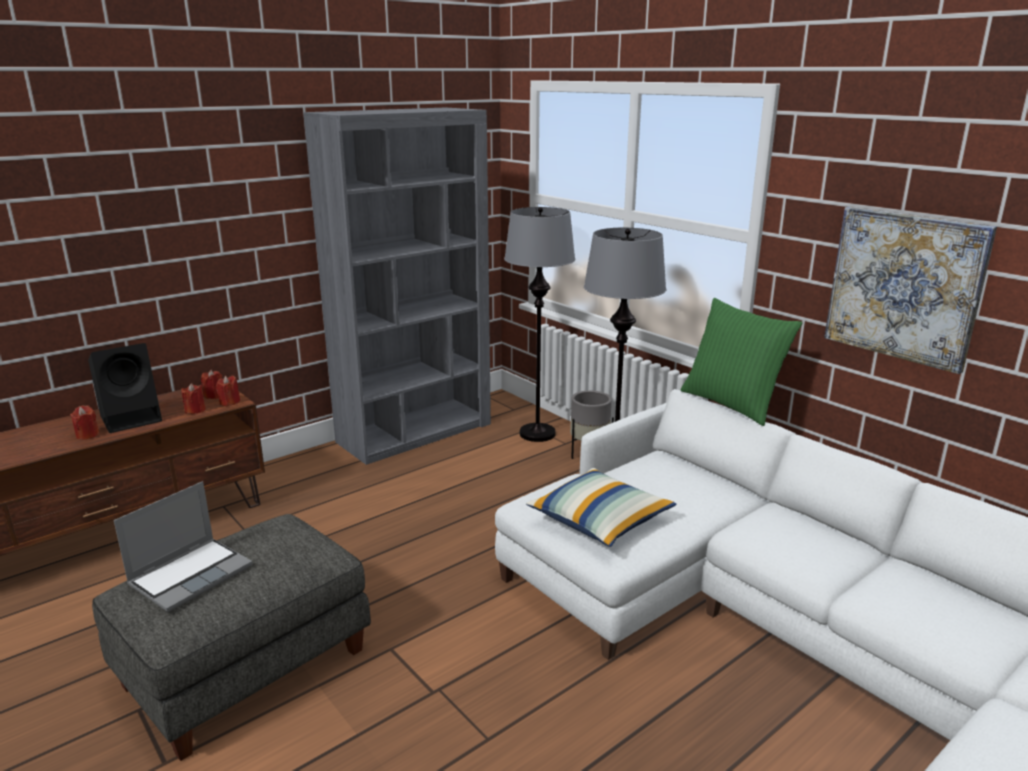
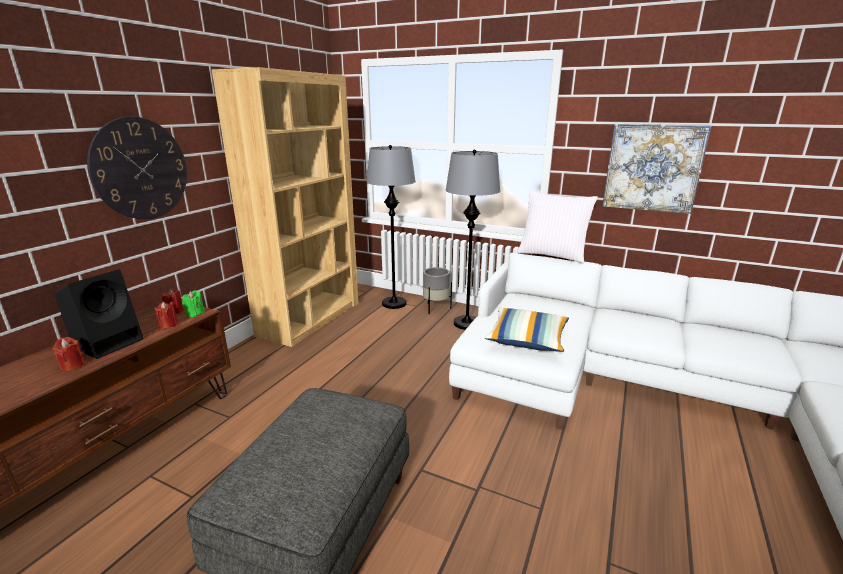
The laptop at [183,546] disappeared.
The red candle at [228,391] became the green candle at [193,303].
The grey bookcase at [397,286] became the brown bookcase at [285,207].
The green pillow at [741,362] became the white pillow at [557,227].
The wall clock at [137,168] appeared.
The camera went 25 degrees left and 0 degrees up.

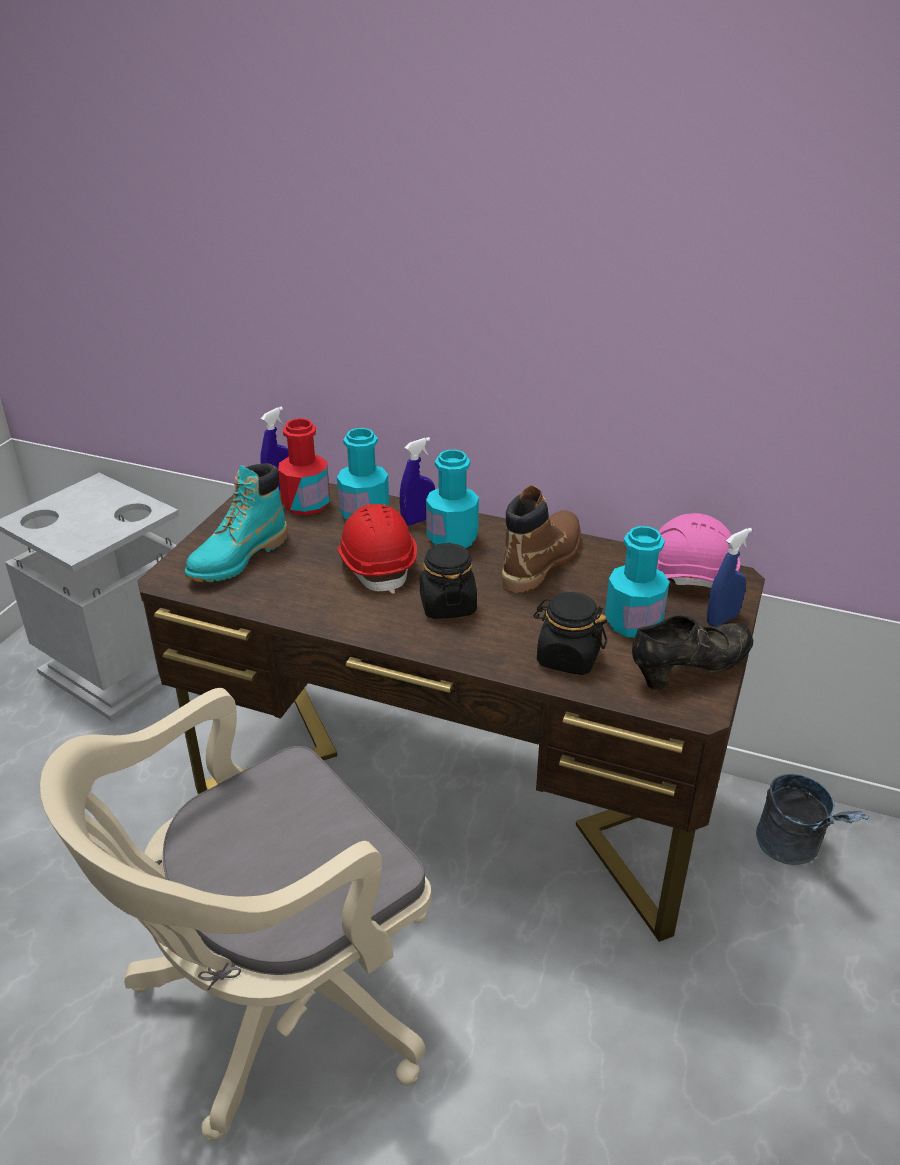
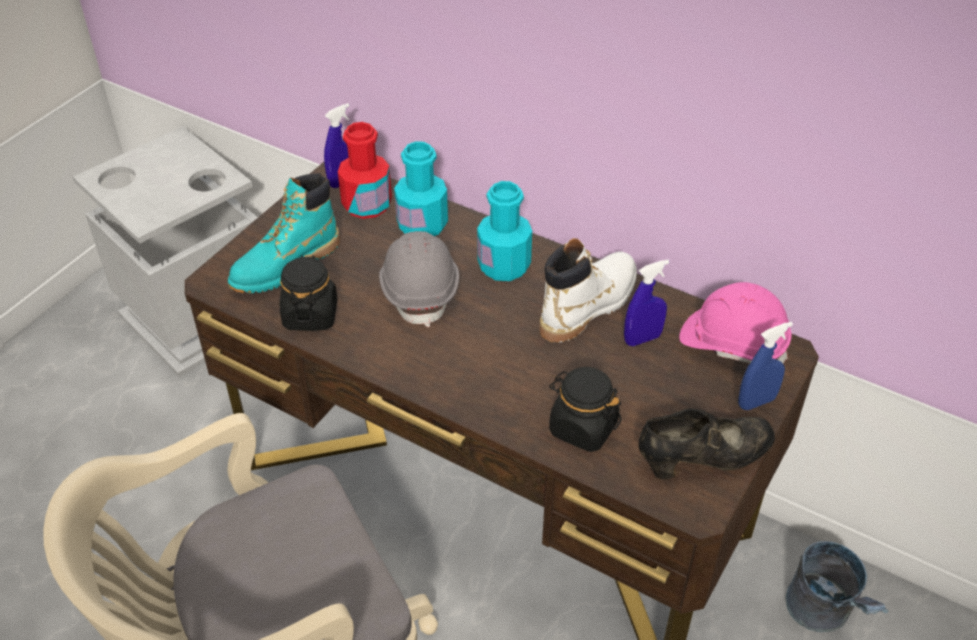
The red hard hat at [377,549] became the grey hard hat at [419,279].
The blue spray bottle moved from [417,481] to [647,302].
The black jar moved from [448,581] to [308,293].
The brown boot at [541,539] became the white boot at [588,290].
The turquoise bottle at [637,582] disappeared.
The camera went 10 degrees right and 10 degrees up.

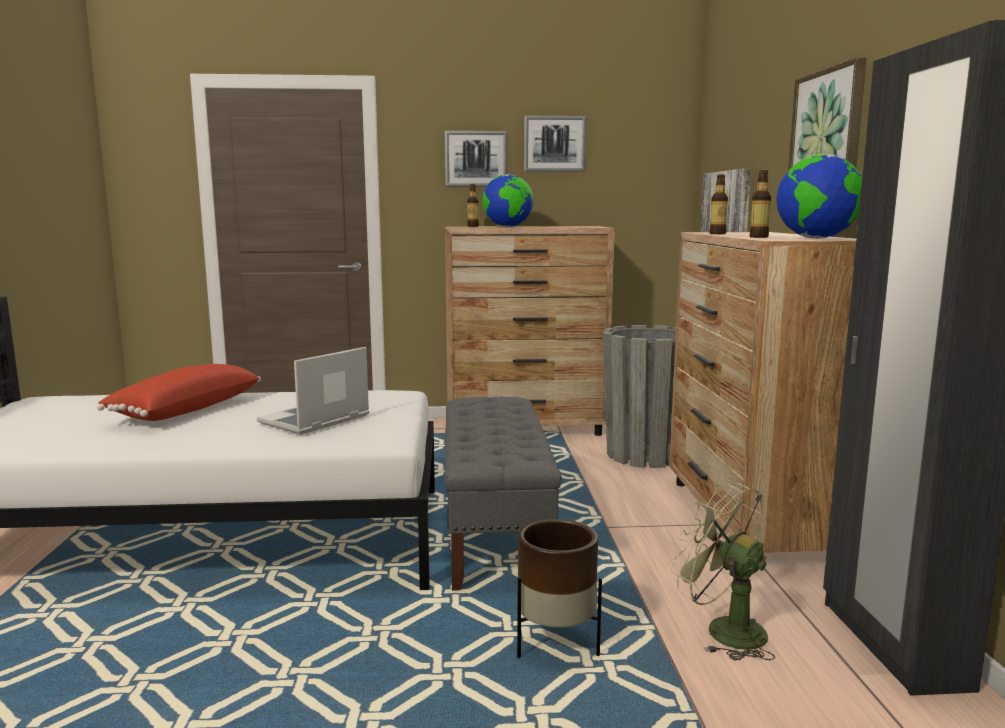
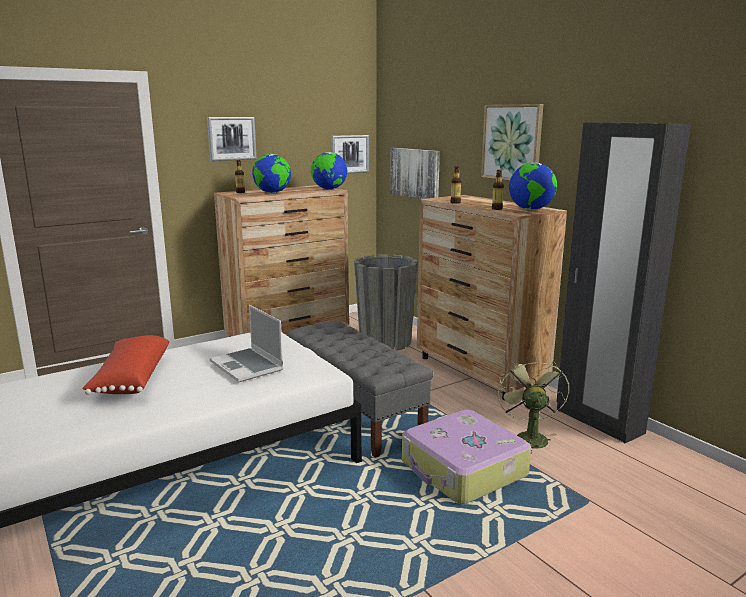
The laptop at [313,391] turned 45 degrees counterclockwise.
The brown planter at [559,588] was replaced by the suitcase at [466,457].
The picture moved from [555,144] to [350,154].
The green fan at [723,571] turned 75 degrees clockwise.
The globe at [329,171] appeared.
The camera went 30 degrees left and 5 degrees up.

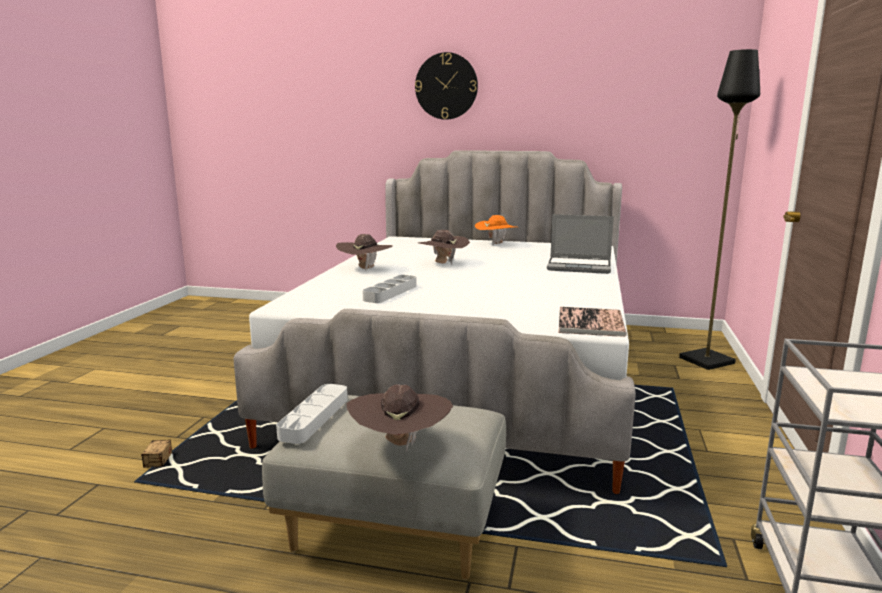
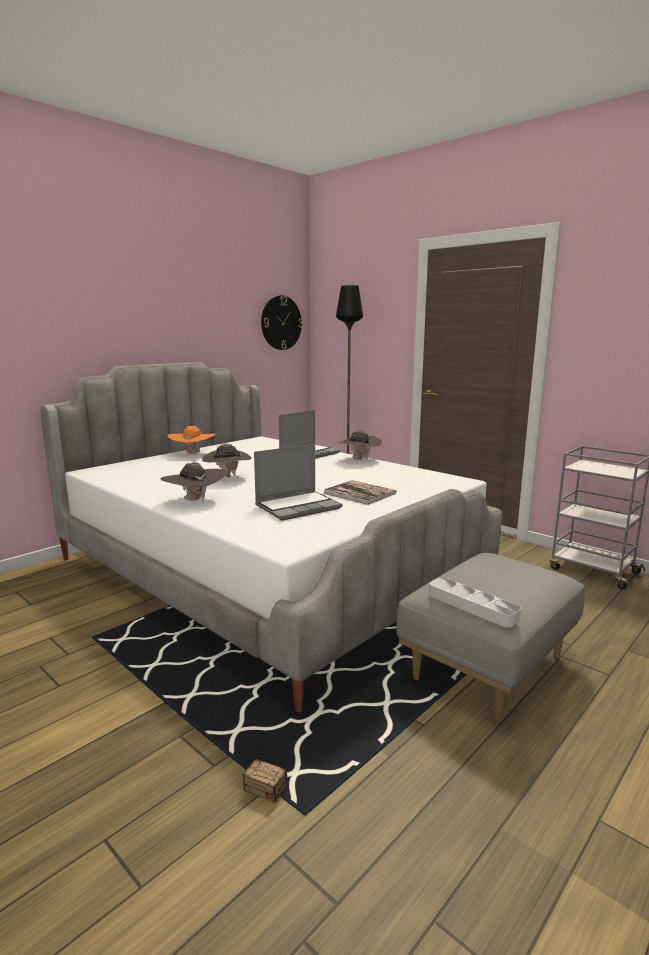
The brown hat moved from [399,418] to [359,445].
The grey tray at [389,289] was replaced by the laptop at [298,482].
The wall clock moved from [446,86] to [282,322].
The book moved from [592,322] to [360,492].
The camera went 60 degrees left and 0 degrees up.

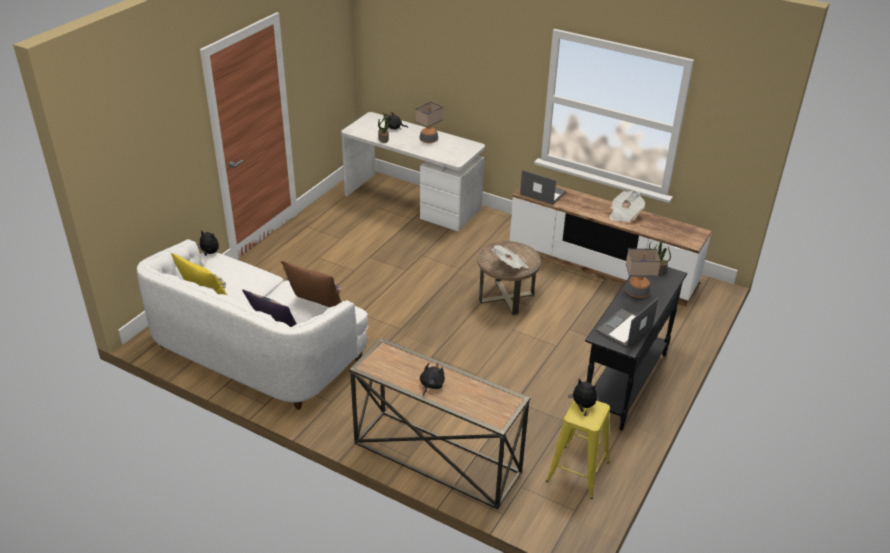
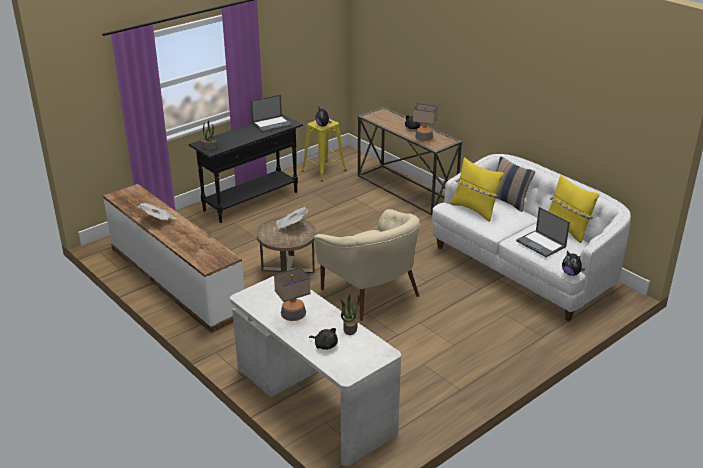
The brown pillow at [311,284] became the yellow pillow at [477,189].
The laptop moved from [543,187] to [543,232].
The table lamp moved from [643,273] to [425,122].
The beige armchair at [367,265] appeared.
The camera went 160 degrees left and 5 degrees down.

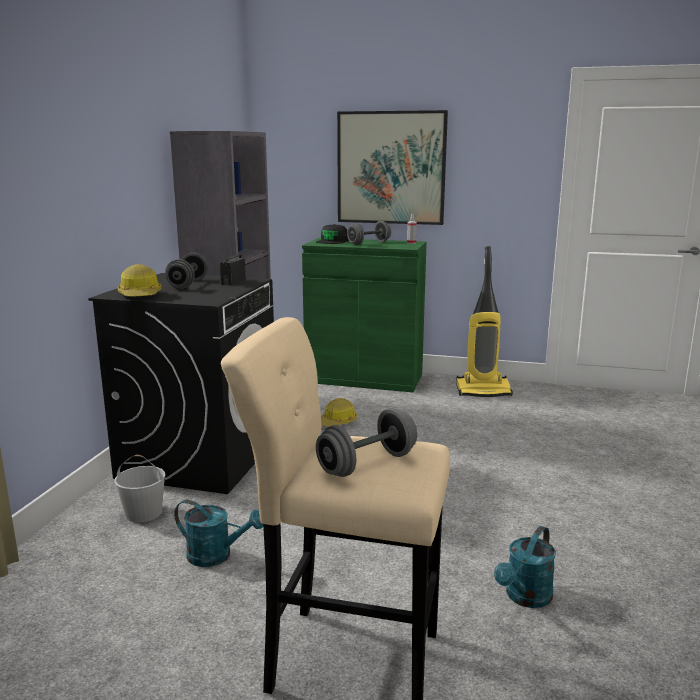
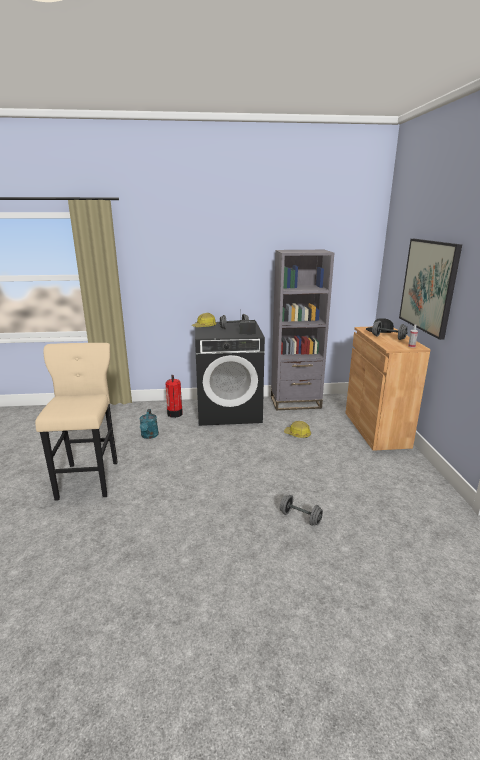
The white bucket at [139,489] was replaced by the fire extinguisher at [174,396].
The green cabinet at [364,315] became the brown cabinet at [388,389].
The grey dumbbell moved from [366,442] to [301,510].
The vacuum cleaner at [484,321] disappeared.
The turquoise watering can at [525,567] disappeared.
The camera went 70 degrees right and 5 degrees up.

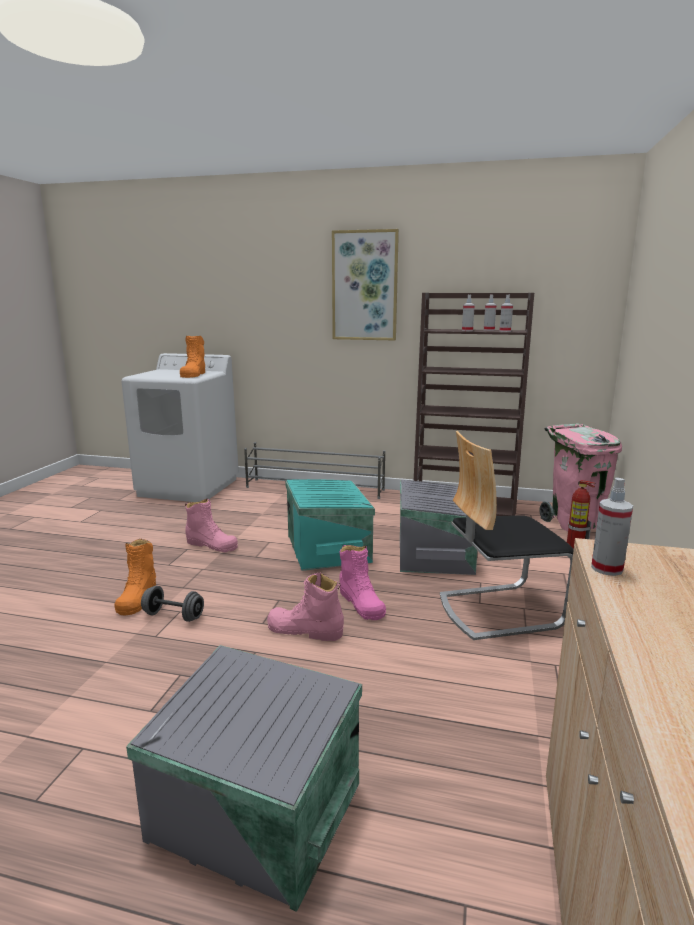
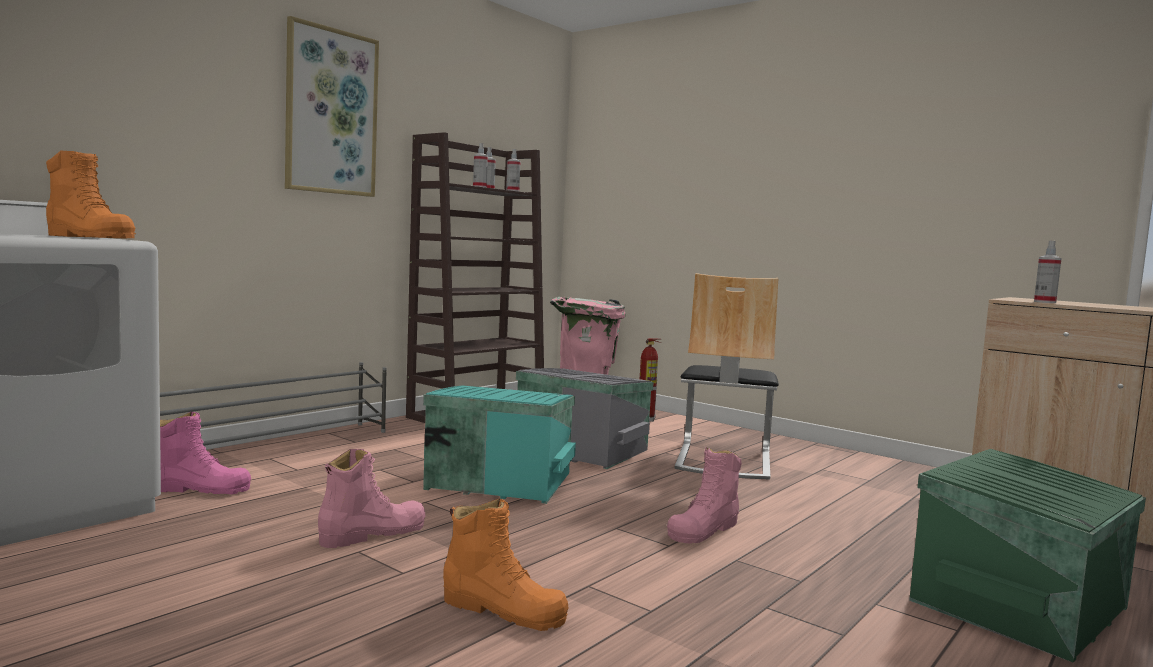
The grey storage box at [244,778] became the green storage box at [1027,556].
The grey dumbbell at [172,604] disappeared.
The pink boot moved from [362,582] to [205,452].
The camera went 65 degrees left and 10 degrees down.

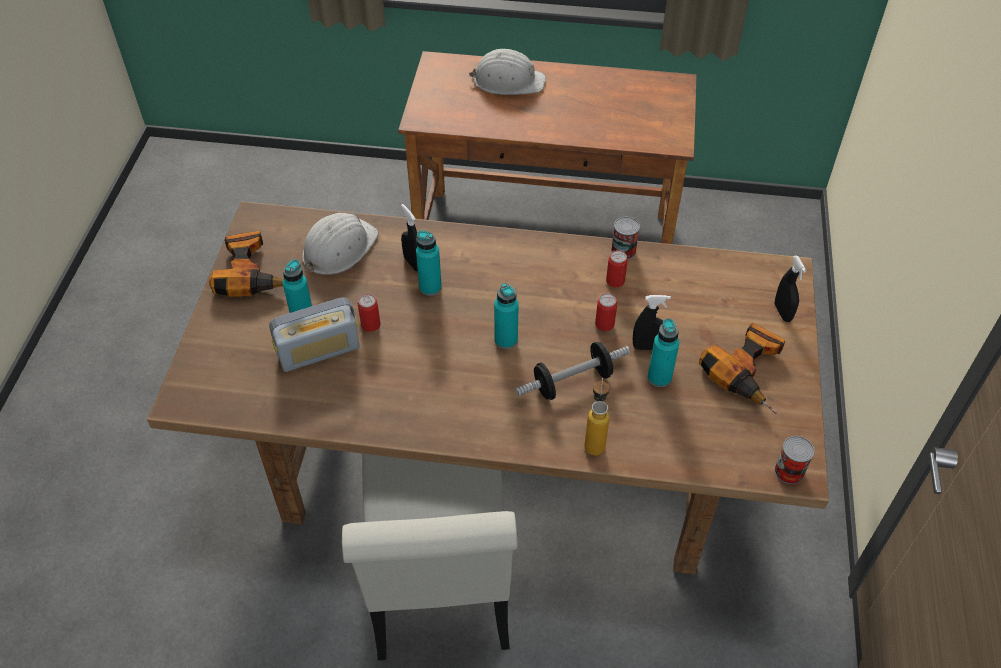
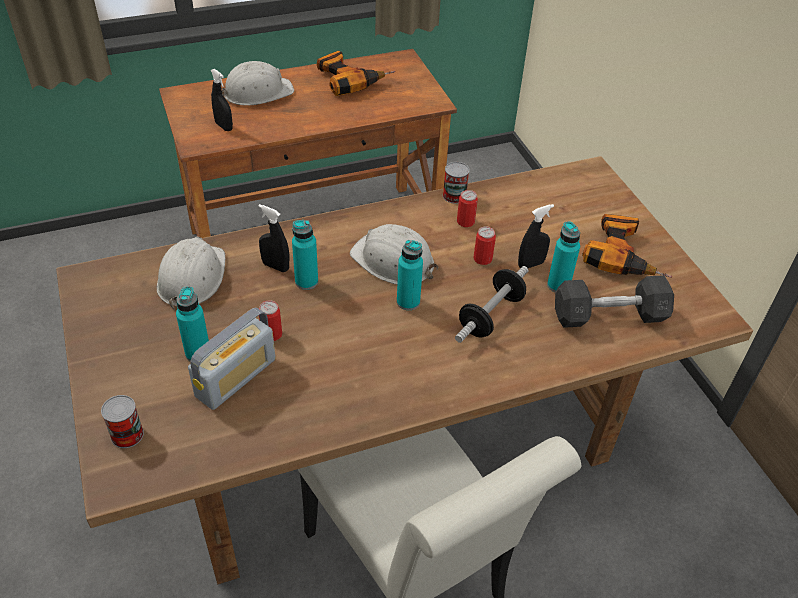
The power drill moved from [246,264] to [356,73].
The bottle at [597,417] disappeared.
The black spray bottle moved from [790,289] to [222,100].
The can moved from [794,460] to [122,421].
The white hard hat at [394,254] appeared.
The grey dumbbell at [614,301] appeared.
The camera went 30 degrees left and 5 degrees down.

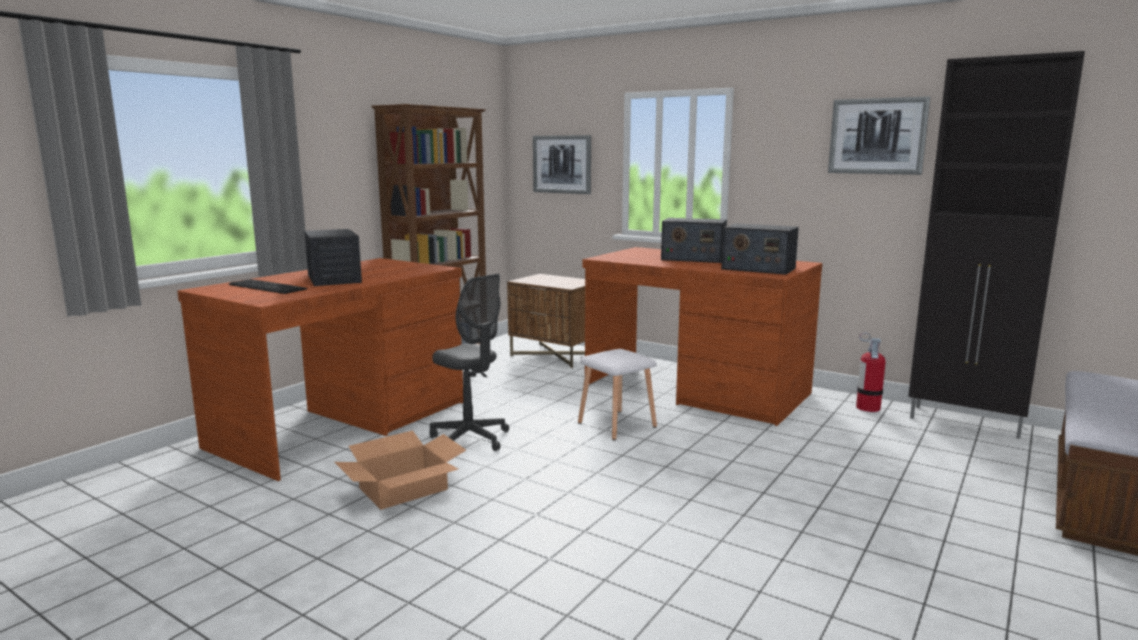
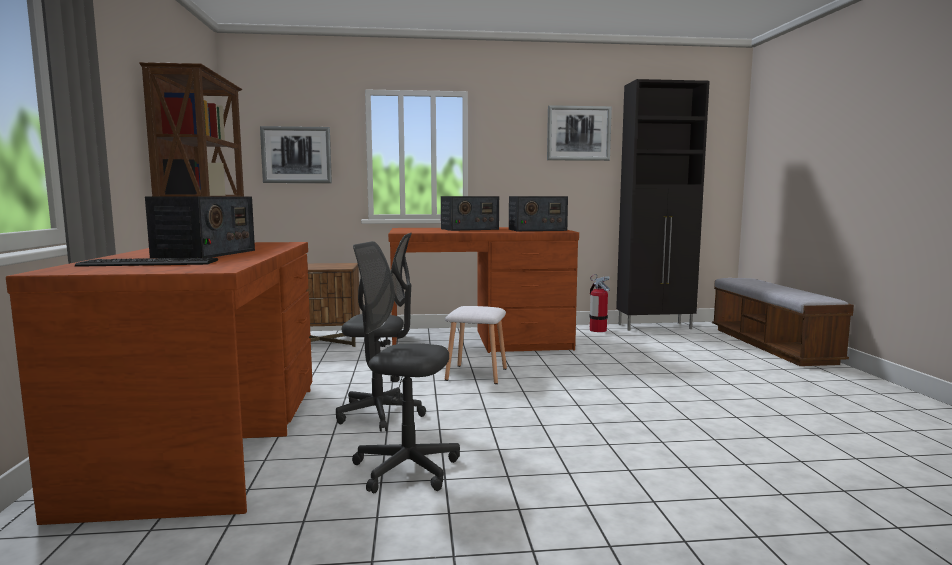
The radio at [333,257] turned 75 degrees clockwise.
The cardboard box at [400,470] was replaced by the grey office chair at [406,367].
The camera went 40 degrees left and 5 degrees down.

